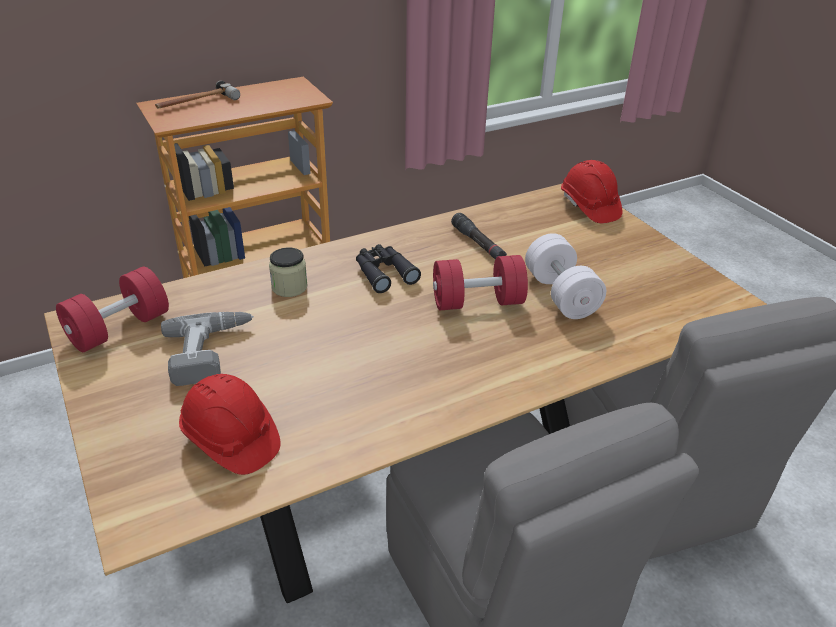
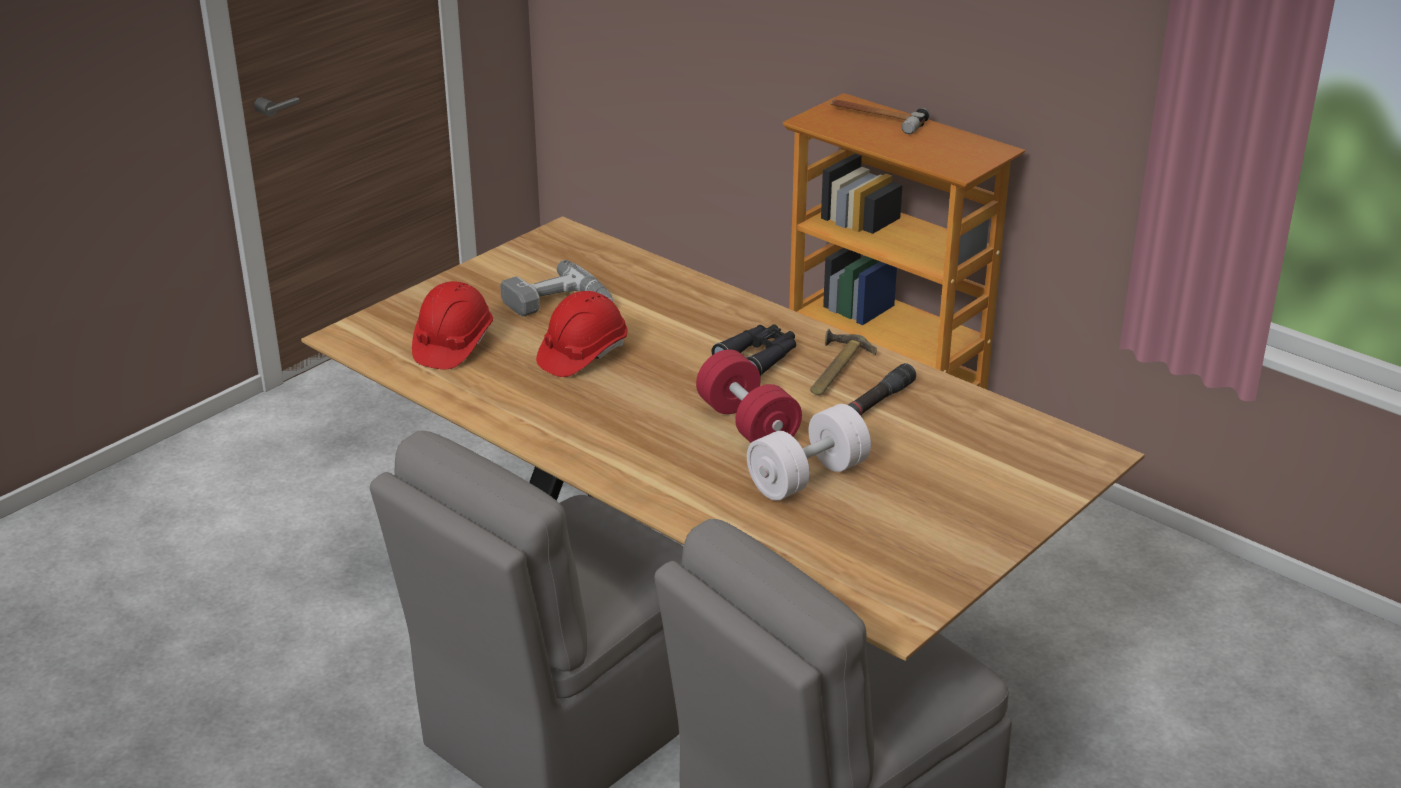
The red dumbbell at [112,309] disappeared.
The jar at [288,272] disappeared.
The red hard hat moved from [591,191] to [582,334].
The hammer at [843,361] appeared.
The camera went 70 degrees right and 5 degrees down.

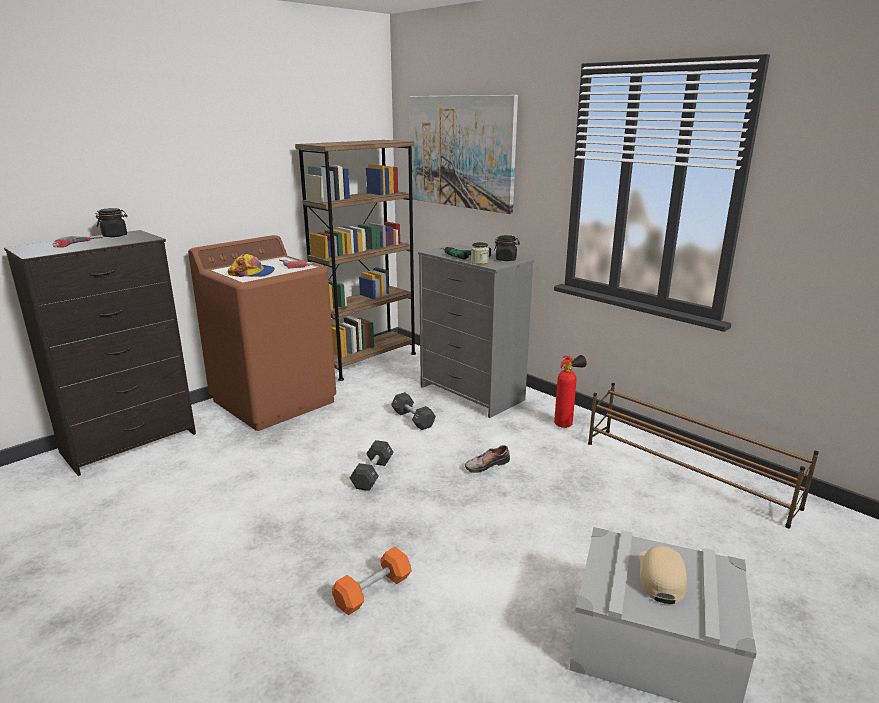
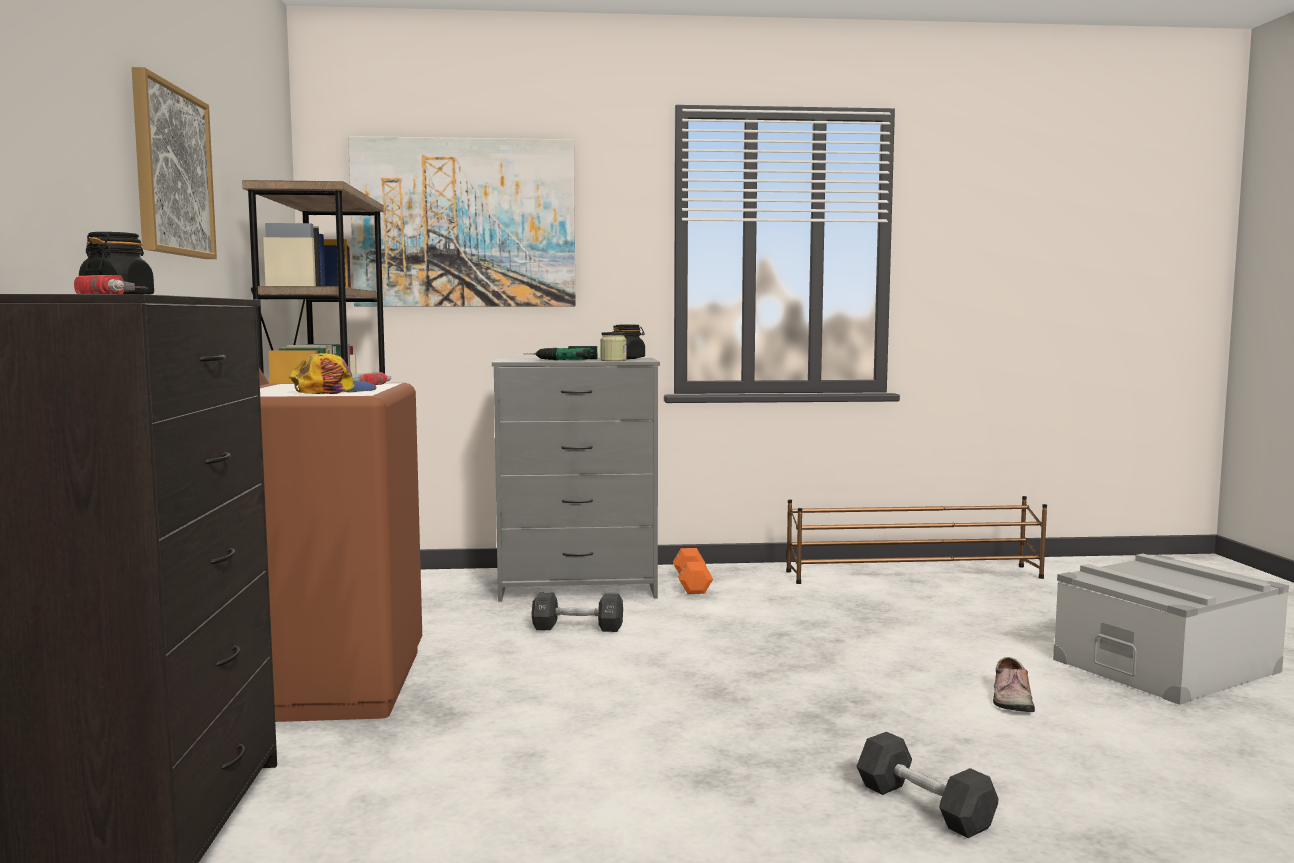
The orange dumbbell moved from [372,581] to [693,571].
The black dumbbell moved from [372,465] to [927,785].
The shoe moved from [487,459] to [1014,684].
The fire extinguisher at [570,391] disappeared.
The beige cap at [663,575] disappeared.
The picture at [174,163] appeared.
The camera went 50 degrees left and 15 degrees down.

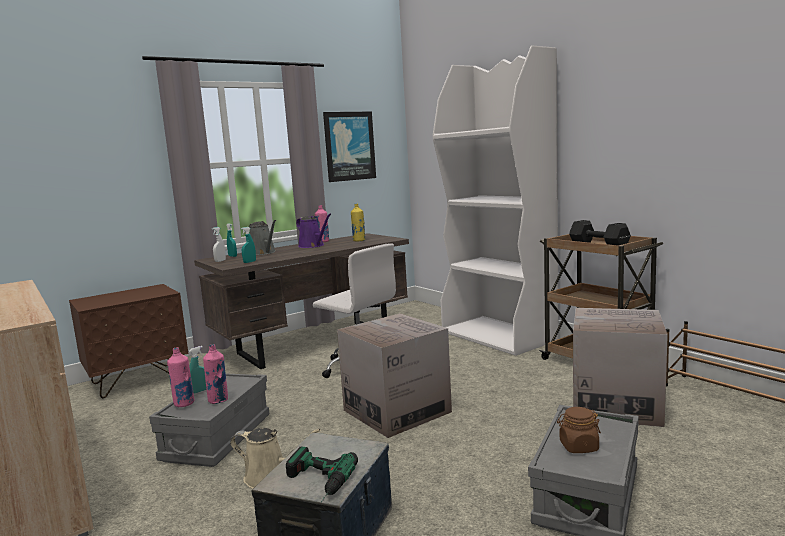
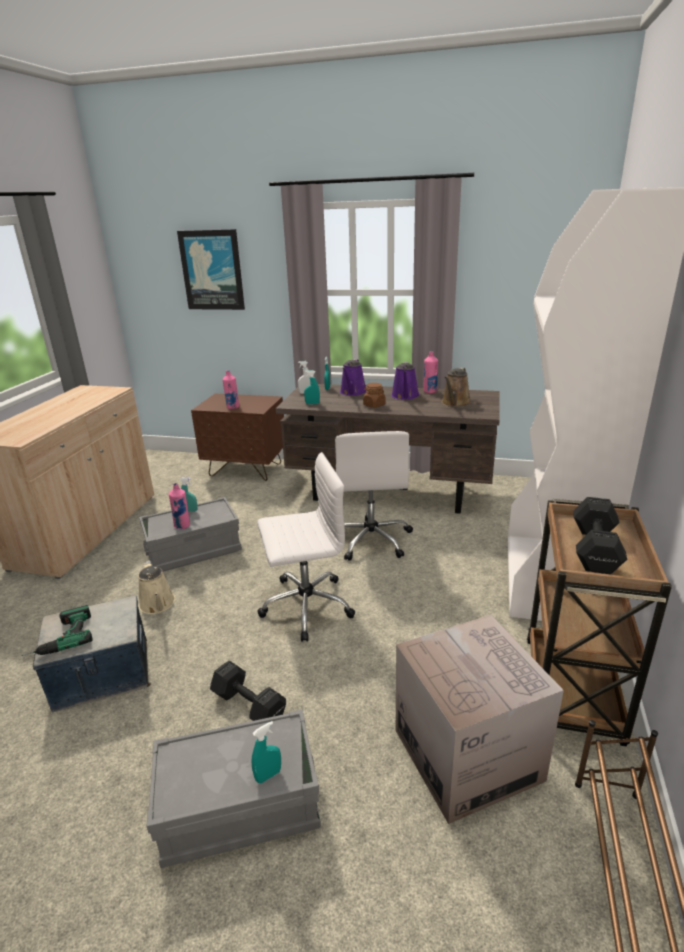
The pink bottle moved from [180,377] to [231,389].
The grey watering can at [262,237] became the purple watering can at [353,377].
The picture moved from [349,147] to [211,269].
The cardboard box at [394,375] was replaced by the white office chair at [306,547].
The yellow bottle at [358,223] was replaced by the brown watering can at [456,387].
The brown jar moved from [579,430] to [374,395].
The black dumbbell at [248,690] appeared.
The turquoise spray bottle at [266,752] appeared.
The camera went 50 degrees right and 15 degrees up.

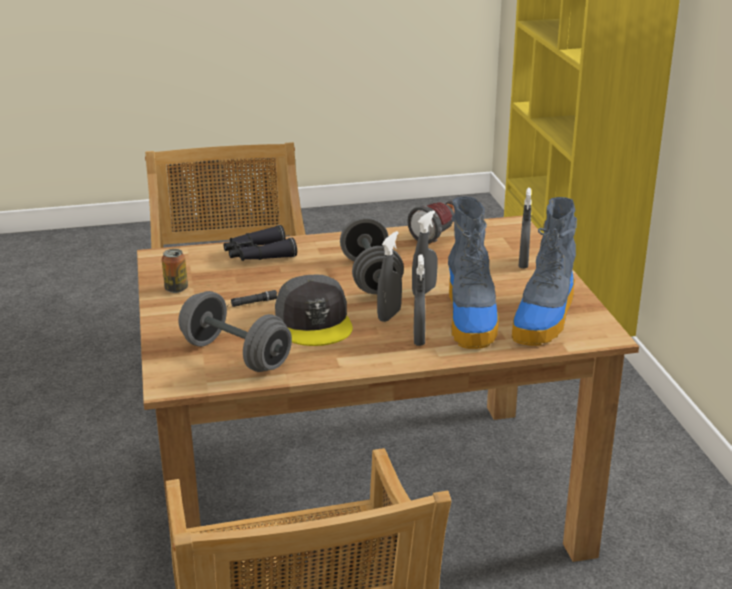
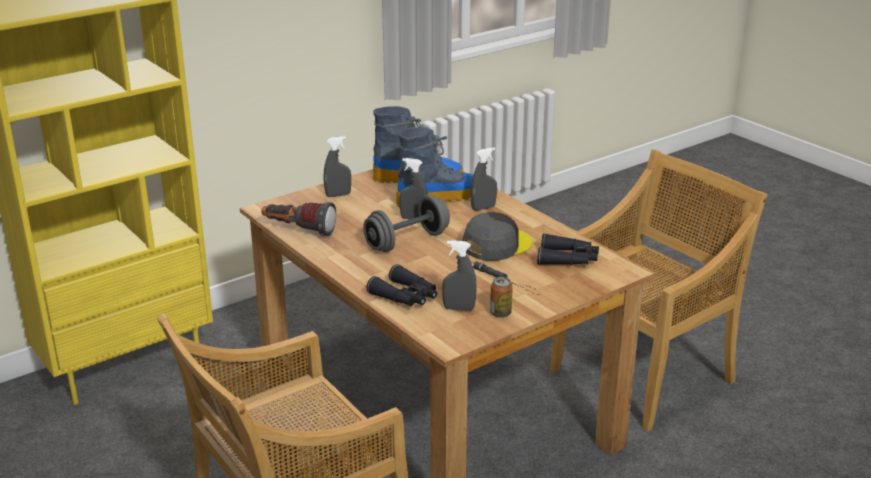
The grey dumbbell at [235,331] was replaced by the black binoculars at [568,249].
The grey spray bottle moved from [389,276] to [459,275].
The camera went 115 degrees left and 0 degrees up.

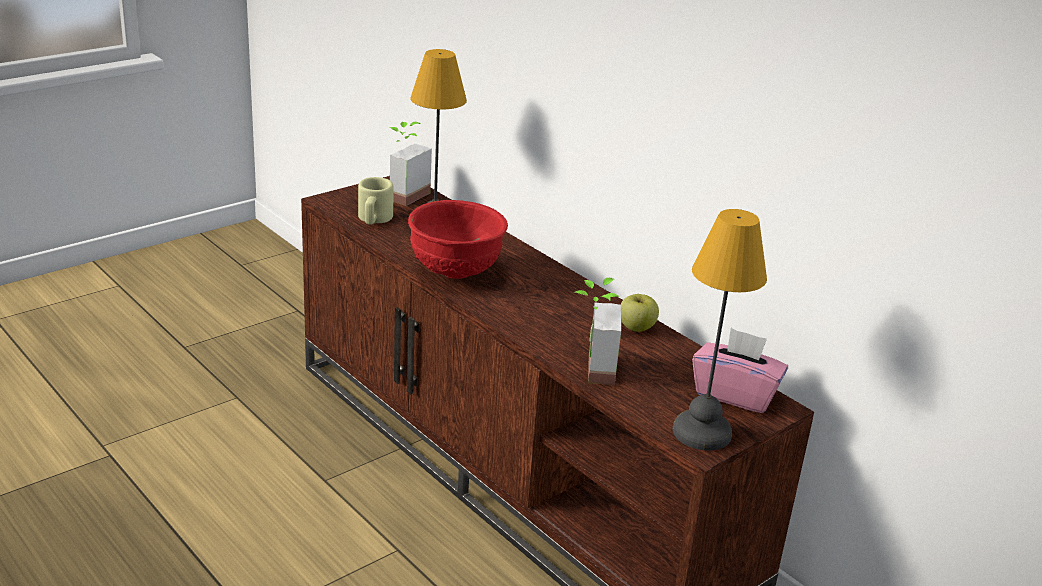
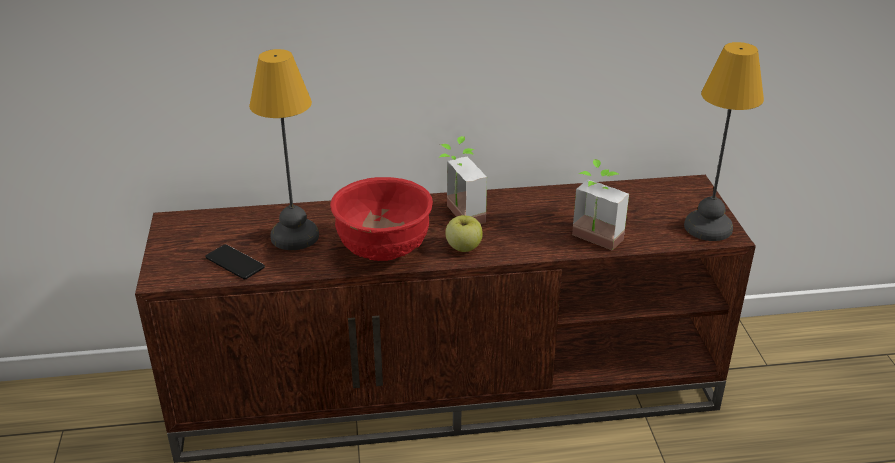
The beige mug at [376,201] was replaced by the phone at [235,261].
The potted plant moved from [410,164] to [462,180].
The apple moved from [639,313] to [464,233].
The pink tissue box at [740,370] disappeared.
The camera went 55 degrees left and 5 degrees up.

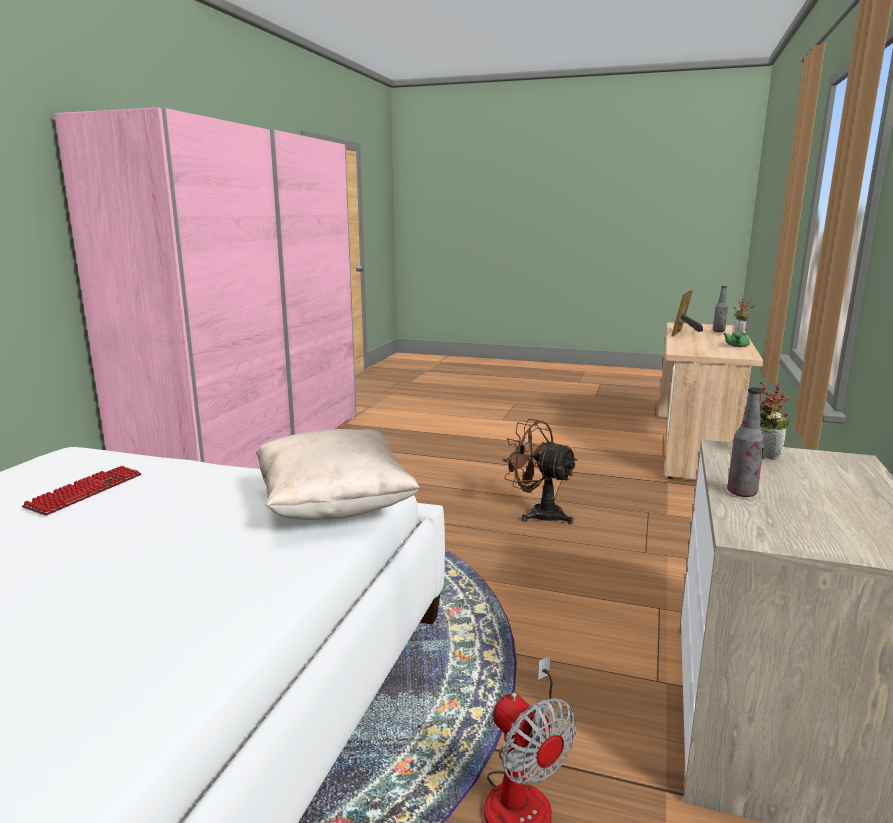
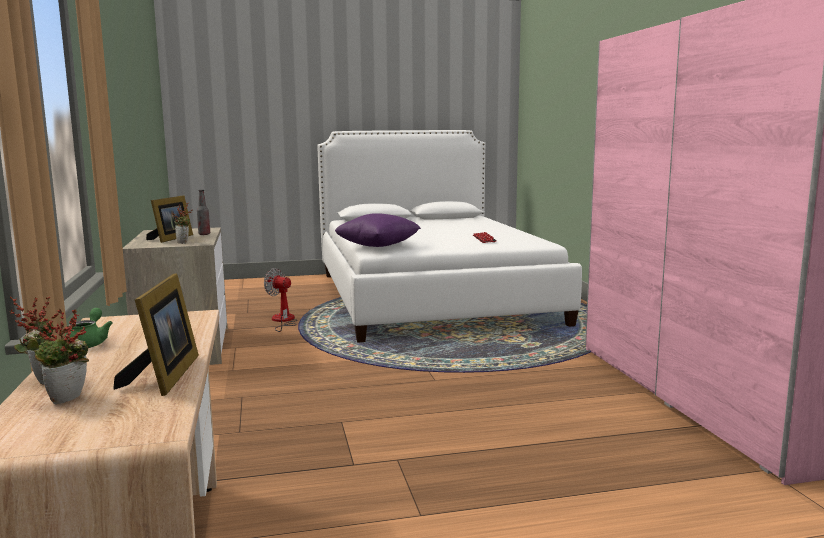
The beige pillow at [338,474] became the purple pillow at [378,230].
The brown fan at [540,471] disappeared.
The bottle at [720,309] was replaced by the potted plant at [61,356].
The picture frame at [169,219] appeared.
The camera went 150 degrees right and 5 degrees down.

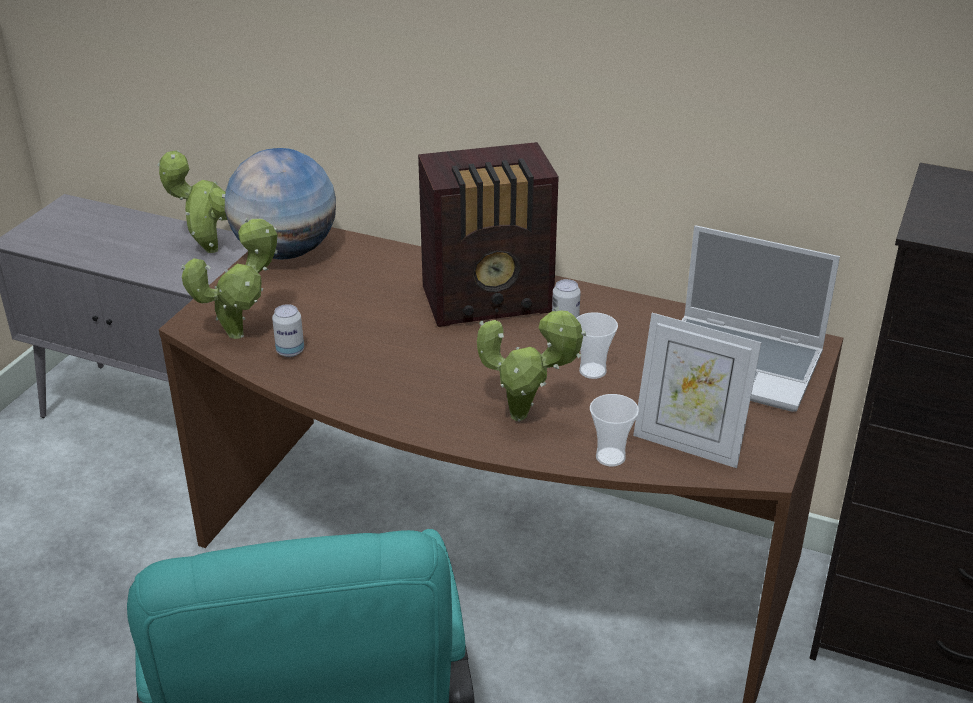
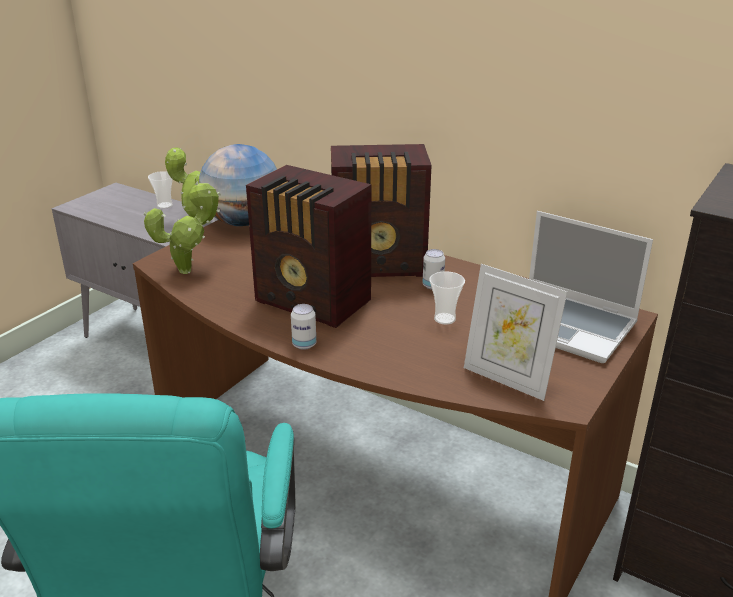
The can moved from [288,330] to [303,327].
The potted plant at [531,364] disappeared.
The cup moved from [614,430] to [160,190].
The radio at [308,246] appeared.
The camera went 10 degrees right and 5 degrees down.

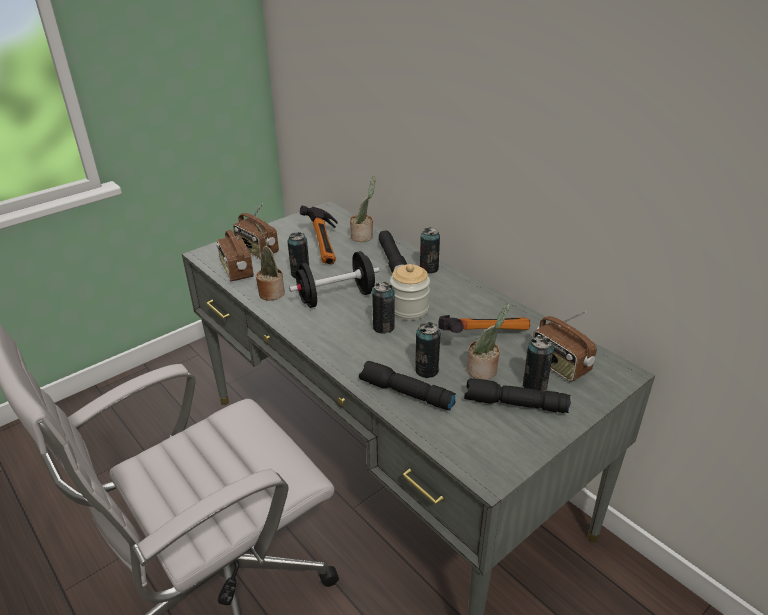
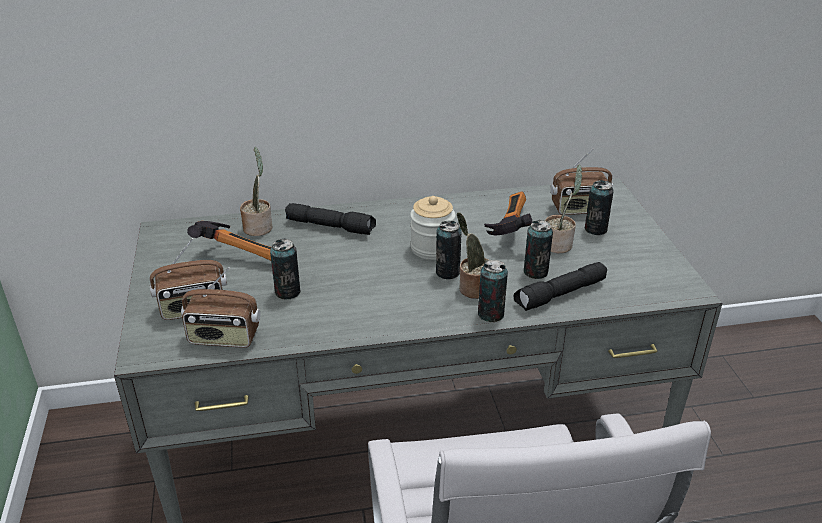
The potted plant moved from [270,262] to [472,255].
The black dumbbell at [334,279] disappeared.
The can moved from [430,250] to [493,291].
The black flashlight at [517,395] disappeared.
The camera went 60 degrees left and 0 degrees up.

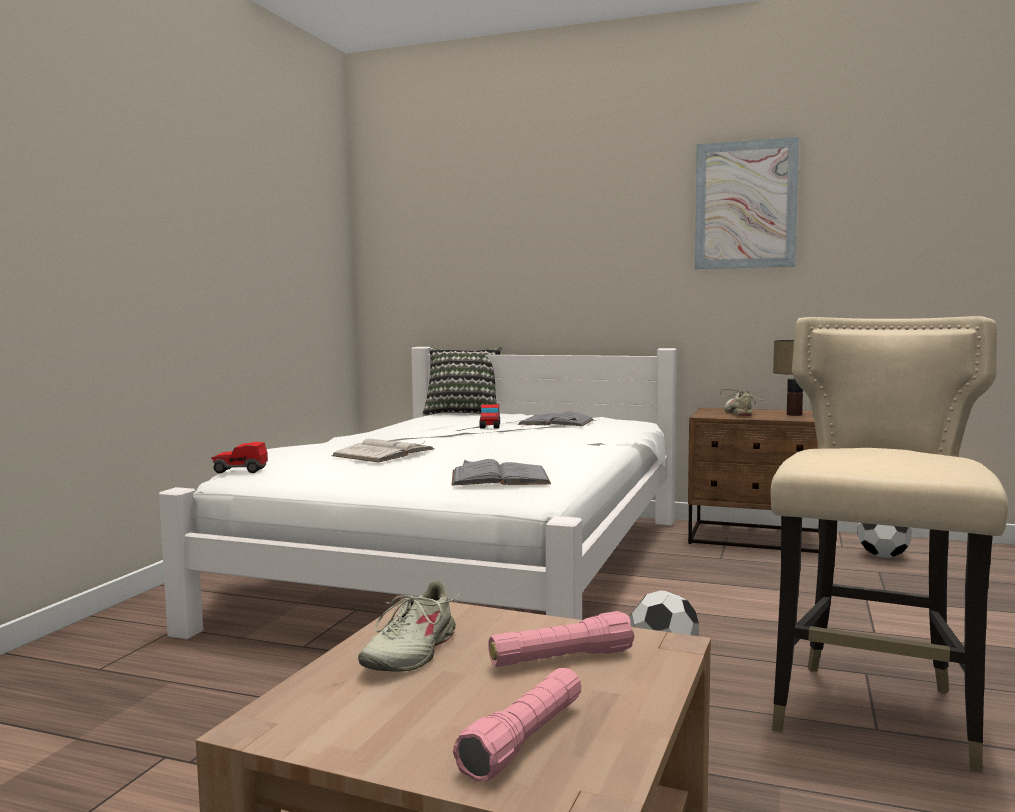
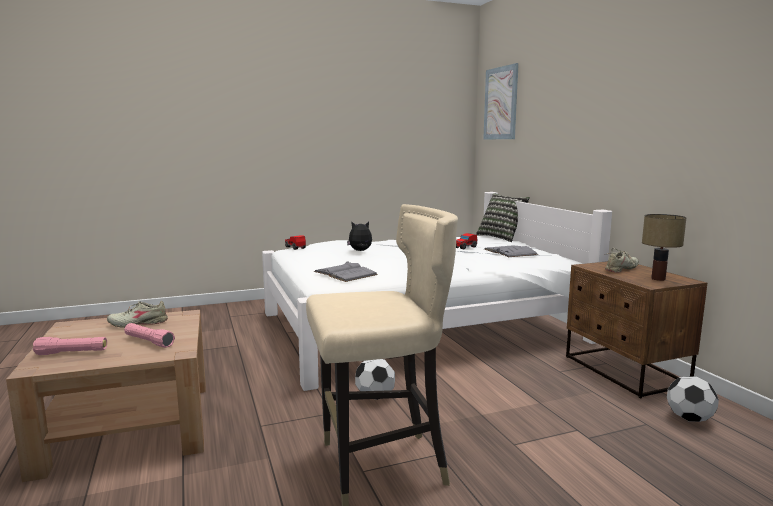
The white book at [383,451] was replaced by the plush toy at [359,236].
The picture moved from [747,203] to [501,101].
The camera went 50 degrees right and 5 degrees up.

